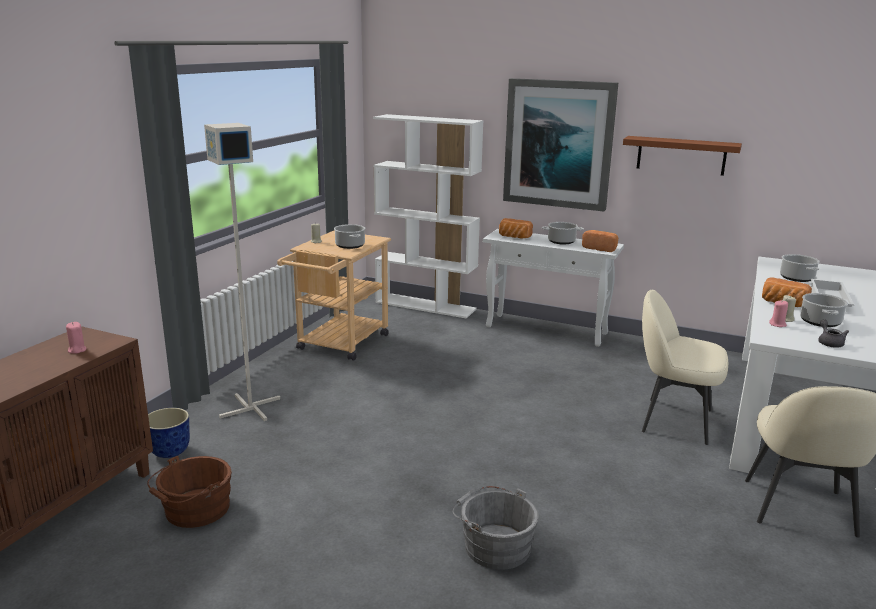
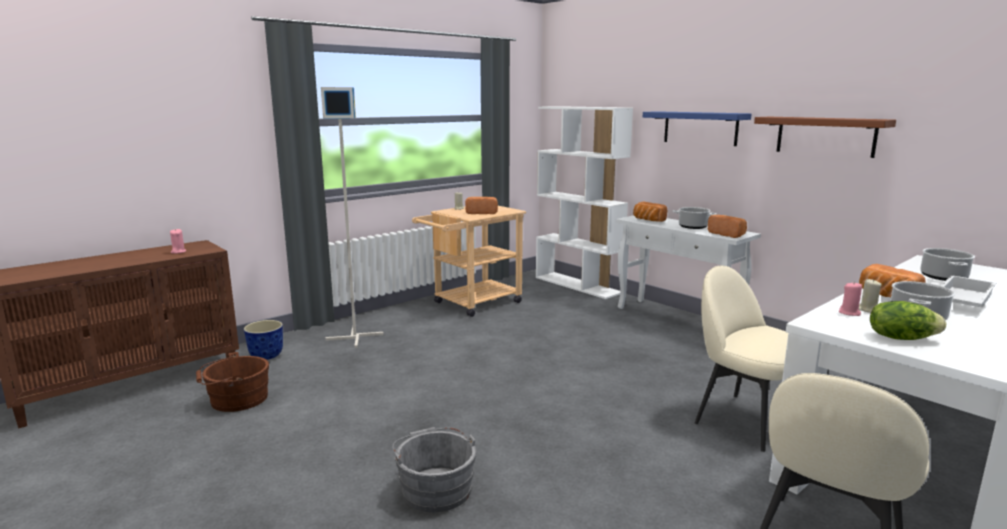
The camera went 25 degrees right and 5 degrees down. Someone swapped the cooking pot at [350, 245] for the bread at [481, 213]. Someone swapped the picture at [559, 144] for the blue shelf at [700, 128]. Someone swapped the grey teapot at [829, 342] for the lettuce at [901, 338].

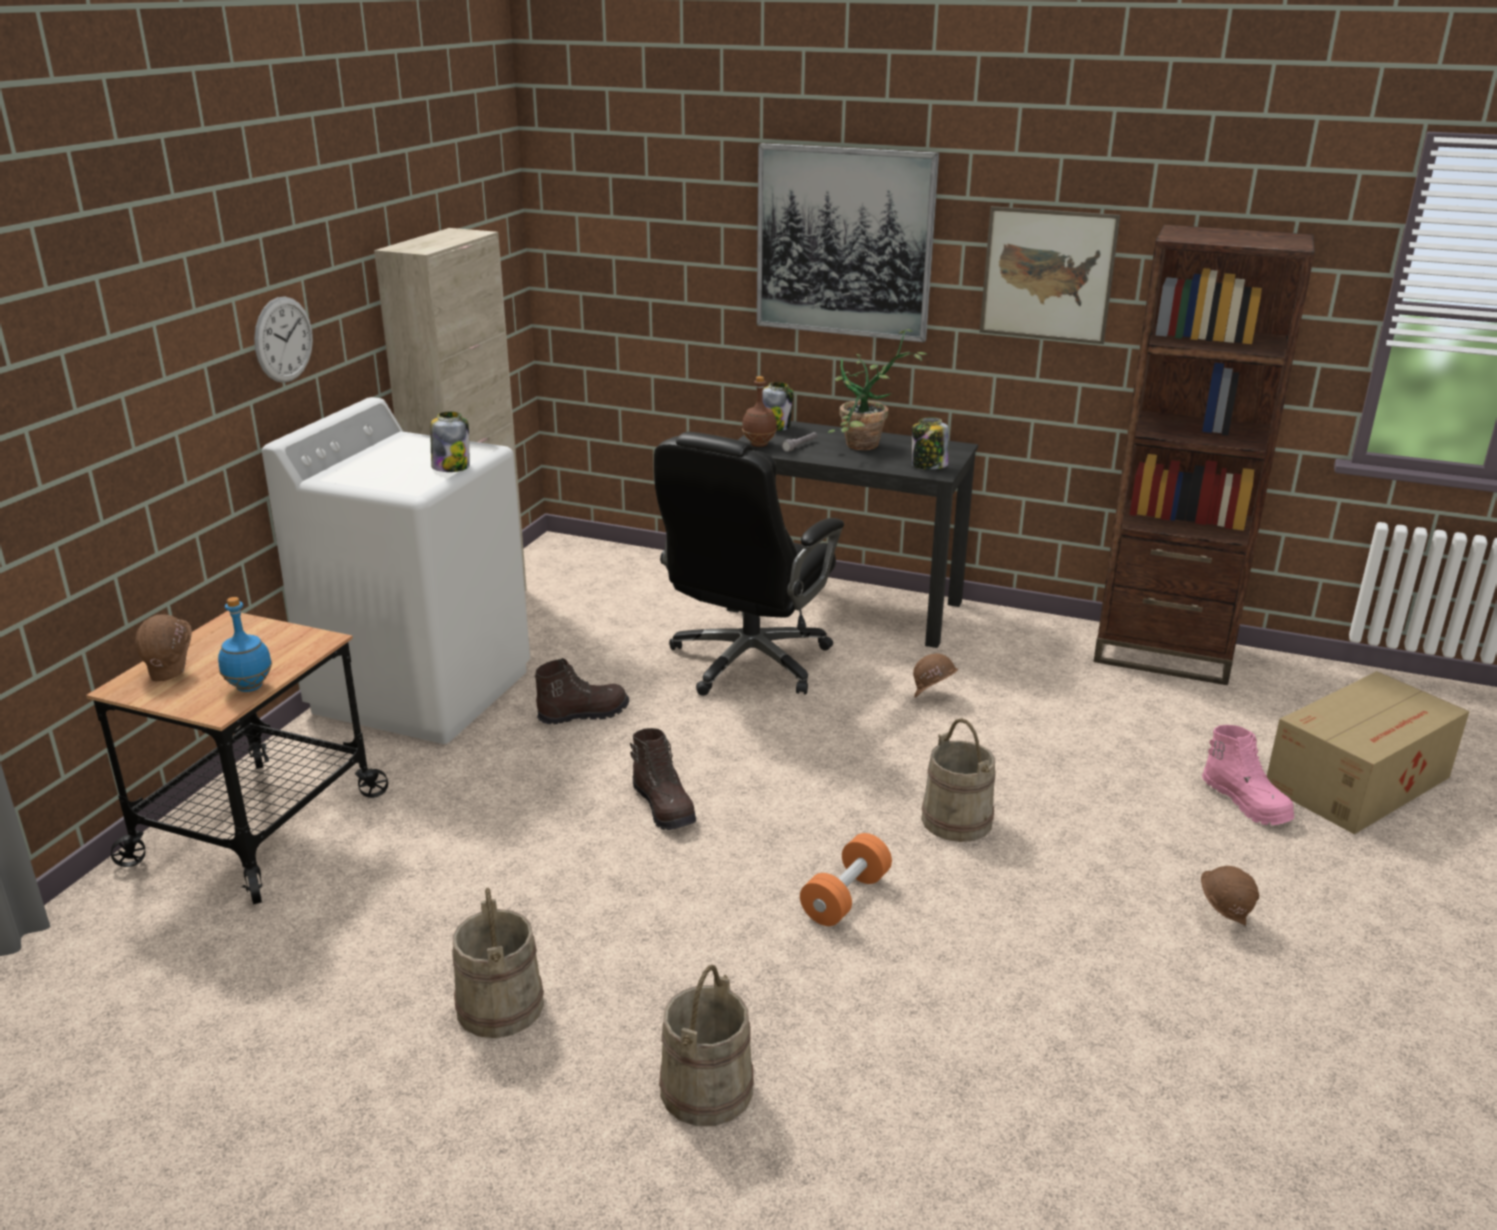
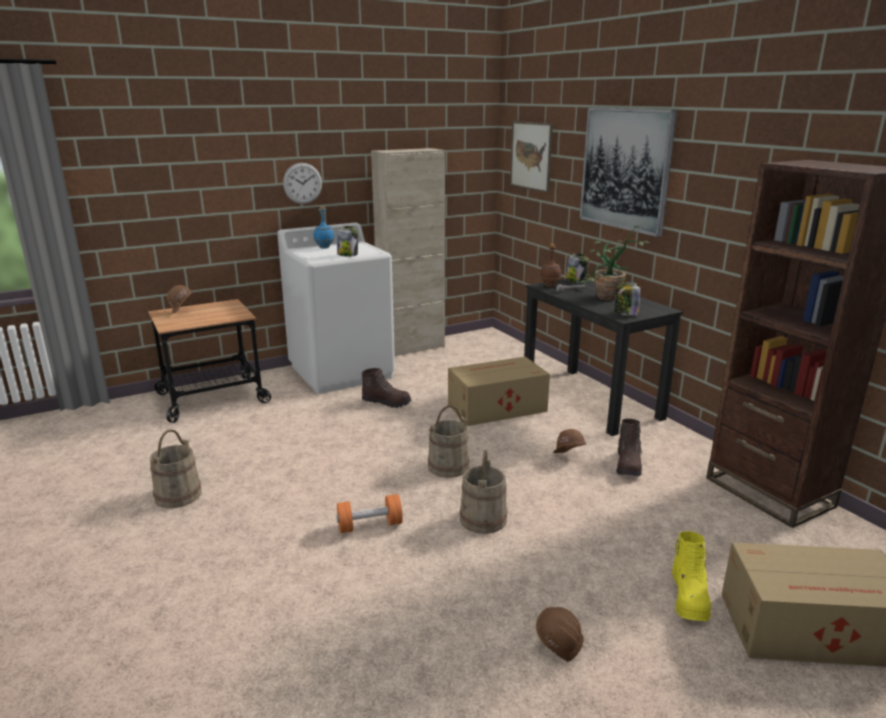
The camera went 40 degrees right and 5 degrees down. Someone carried the blue bottle from [250, 687] to [324, 248]. Someone carried the brown boot from [664, 807] to [628, 465]. Someone carried the beige bucket from [706, 1088] to [448, 466]. Someone carried the picture from [1047, 275] to [531, 156]. Someone swapped the black office chair at [748, 663] for the cardboard box at [495, 408]. Someone repainted the pink boot at [1246, 802], which became the yellow boot at [689, 597].

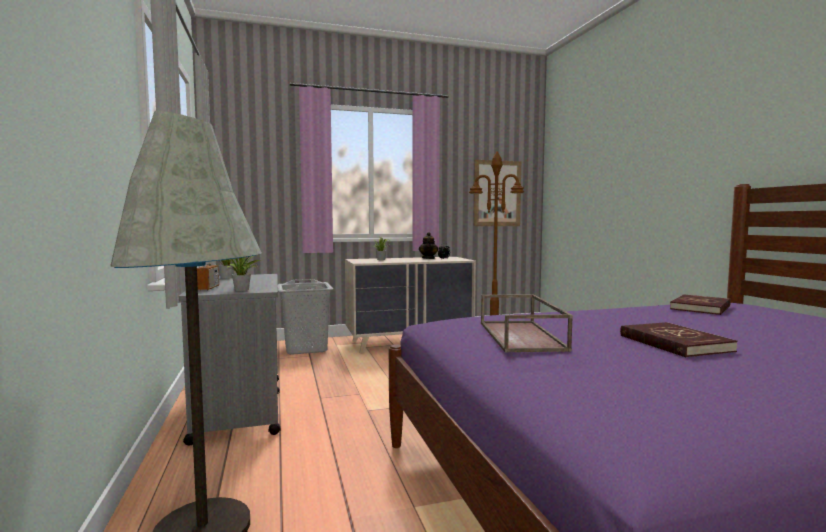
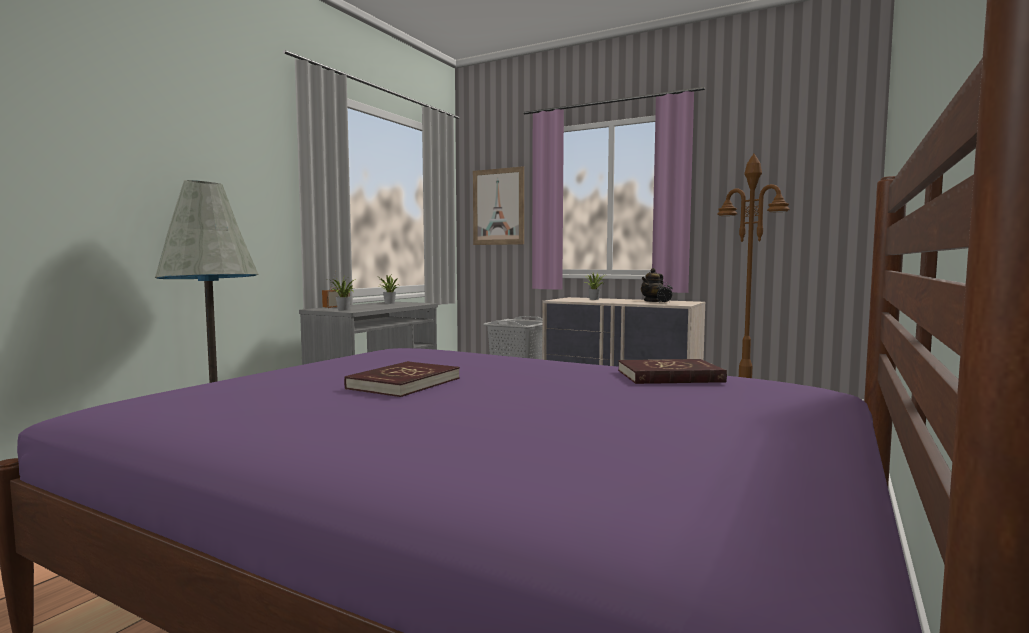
The camera went 45 degrees right and 0 degrees up. Someone took away the brown tray at [522, 336]. Someone carried the picture from [497, 193] to [498, 207].

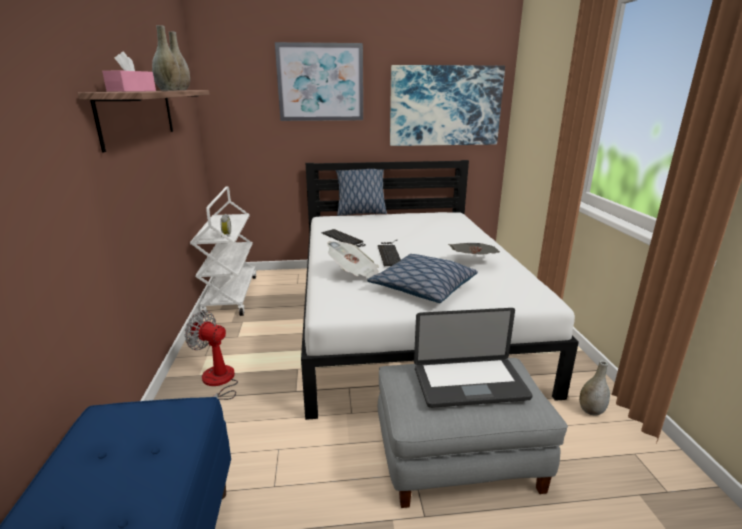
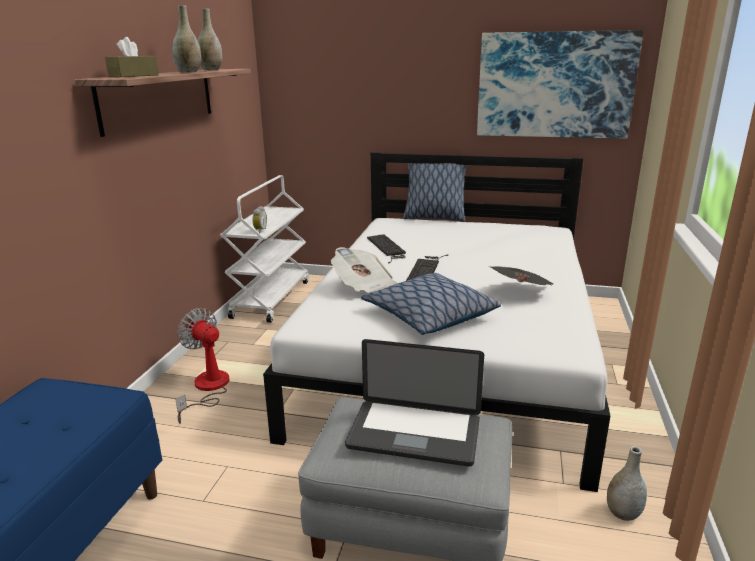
The camera went 20 degrees right and 0 degrees up. Someone took away the picture at [320, 82]. Someone repainted the pink tissue box at [132, 91], which became the brown tissue box at [134, 76].

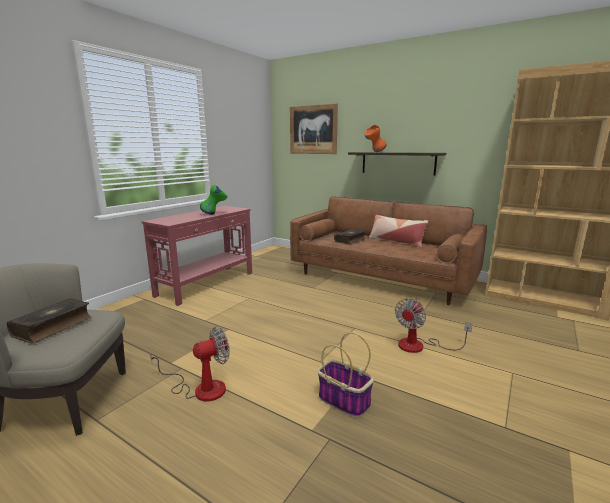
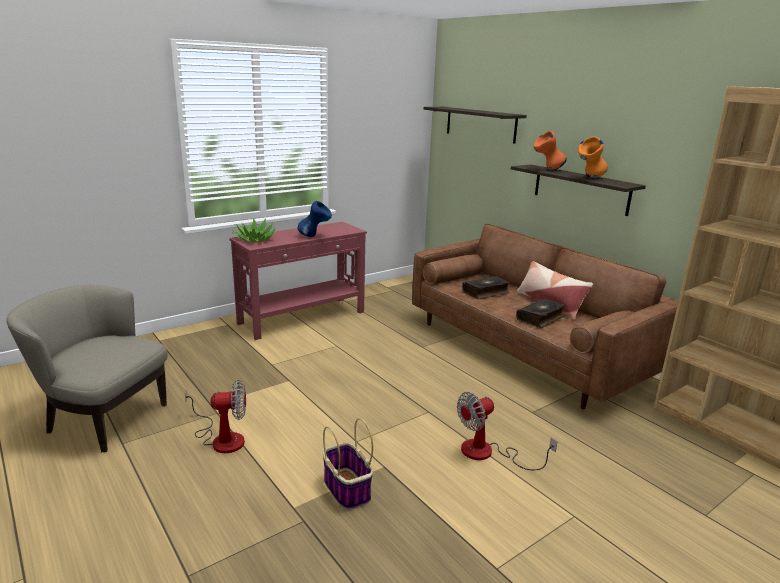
The camera went 20 degrees right and 5 degrees up. Someone put down the potted plant at [255, 239]. Someone put down the orange vase at [589, 178]. Someone carried the book from [53, 327] to [541, 318]. Someone swapped the picture at [313, 130] for the shelf at [480, 124]. Someone repainted the green vase at [215, 214], which became the blue vase at [315, 236].

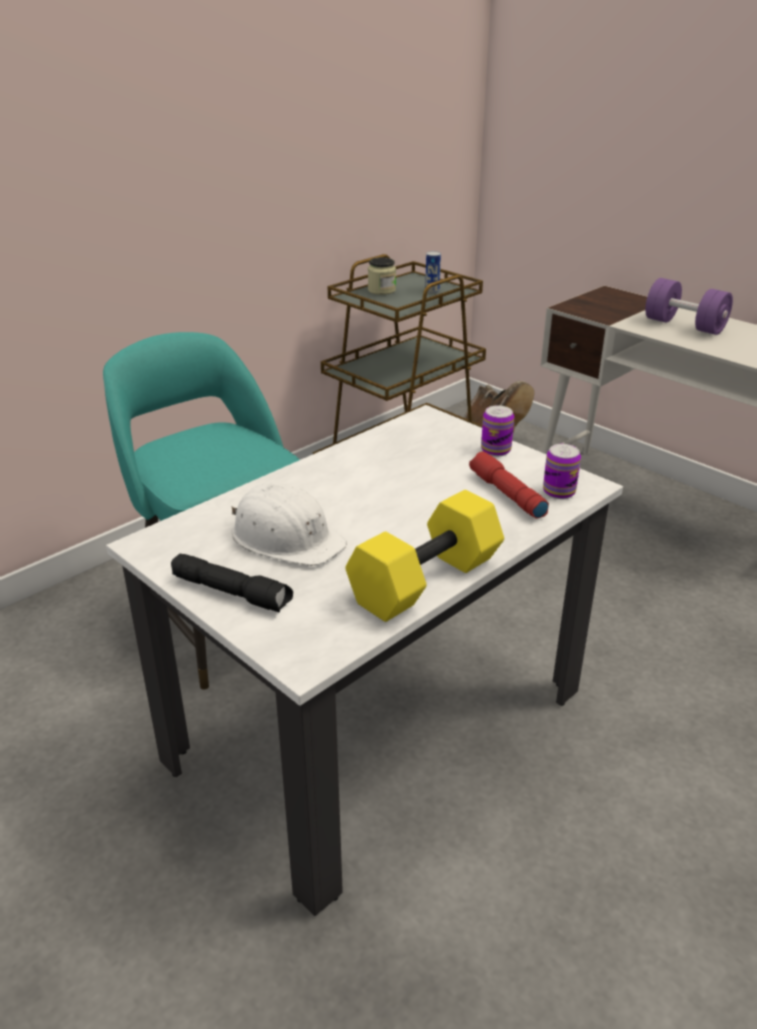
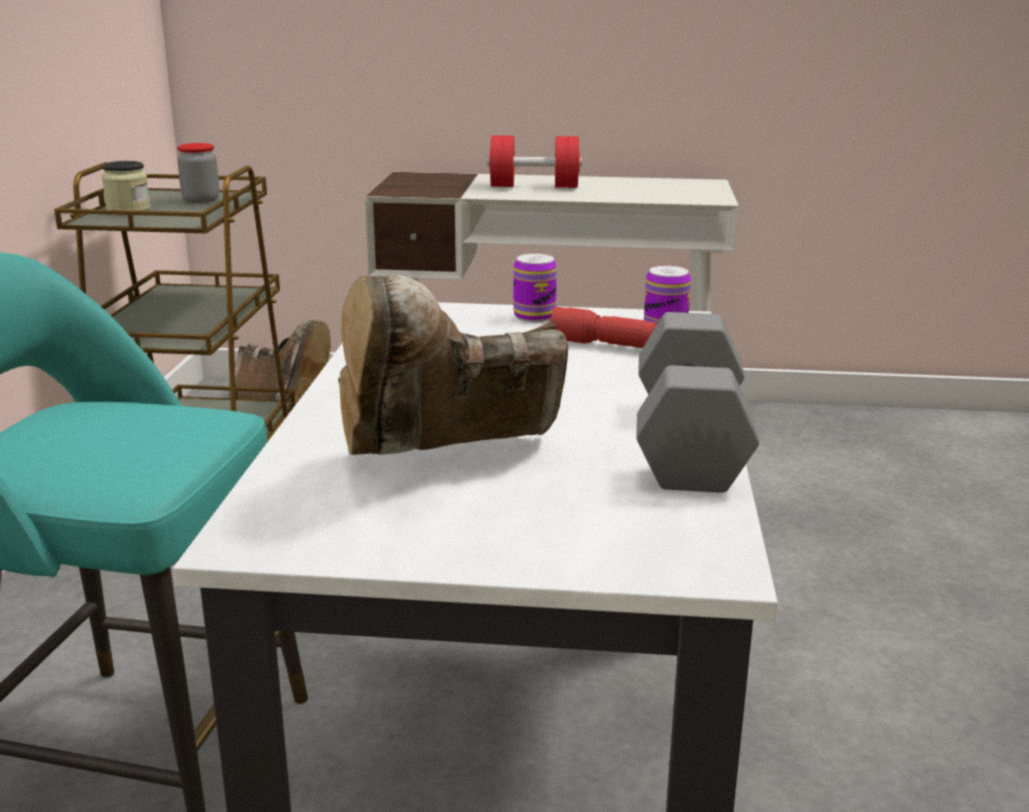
The camera went 40 degrees left and 10 degrees down. Someone took away the black flashlight at [232, 592]. Someone swapped the white hard hat at [286, 537] for the brown boot at [446, 462]. Someone swapped the can at [432, 291] for the jar at [201, 200]. Someone repainted the yellow dumbbell at [426, 582], which became the grey dumbbell at [693, 443]. Someone repainted the purple dumbbell at [684, 325], which became the red dumbbell at [534, 186].

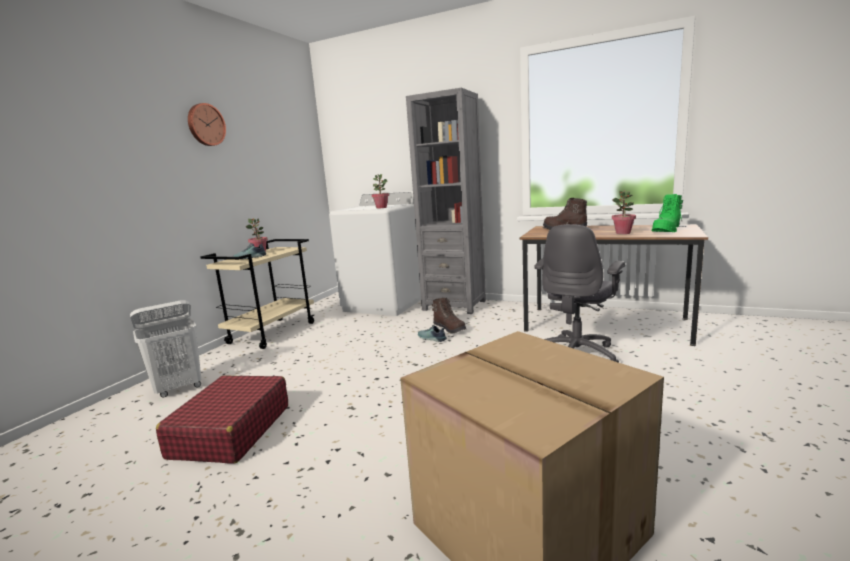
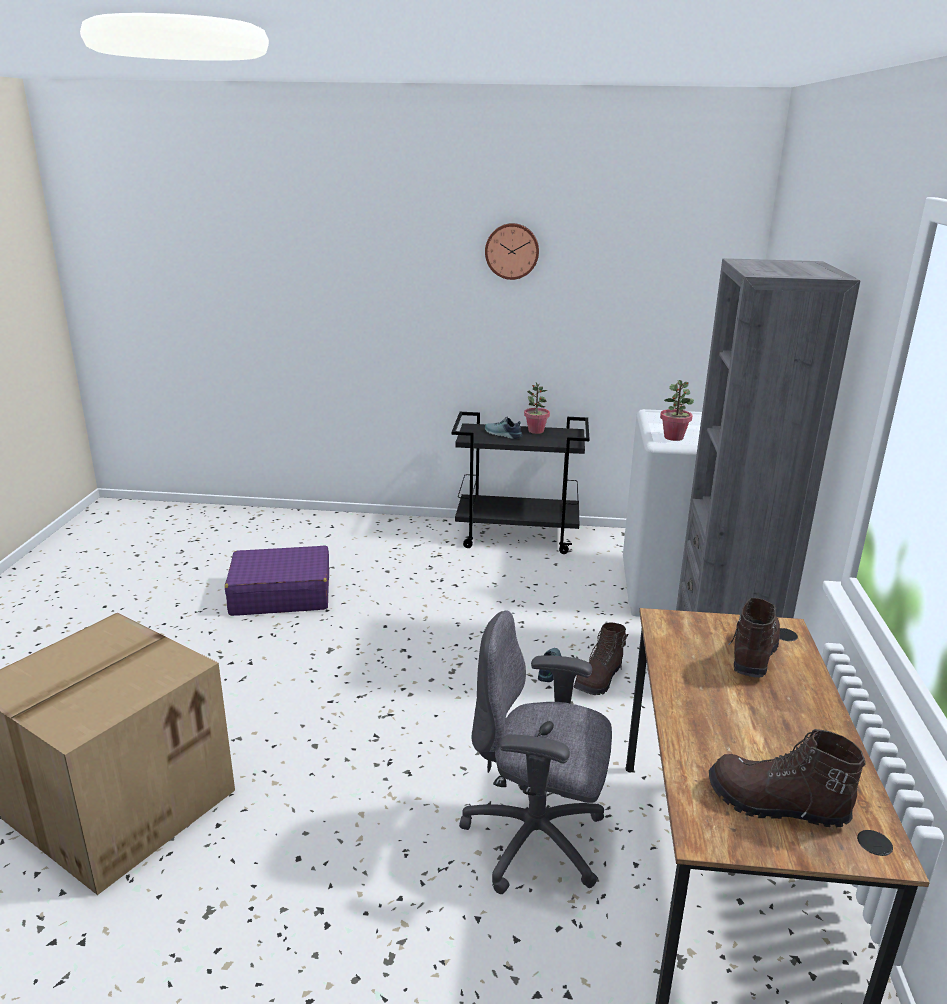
The camera went 70 degrees right and 10 degrees up. Someone took away the white laundry basket at [179, 388]. Someone took away the potted plant at [623, 233]. Someone repainted the red suitcase at [231, 431], which became the purple suitcase at [280, 594]. Someone repainted the beige cart at [272, 332], which became the black cart at [518, 537]. Someone repainted the green boot at [667, 230], which became the brown boot at [776, 805].

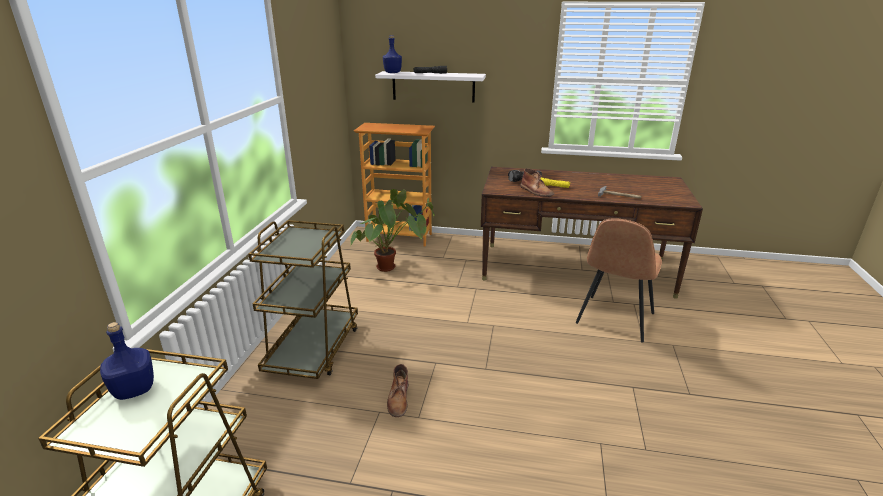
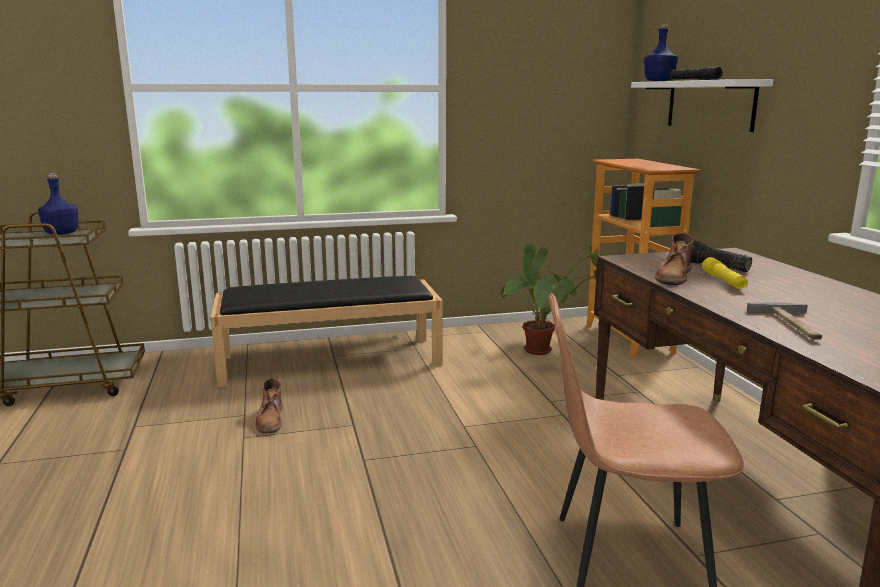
The camera went 65 degrees right and 10 degrees down. Someone swapped the brown cart at [314, 349] for the black bench at [331, 360]. Someone rotated the brown boot at [398, 399] by 75 degrees counterclockwise.

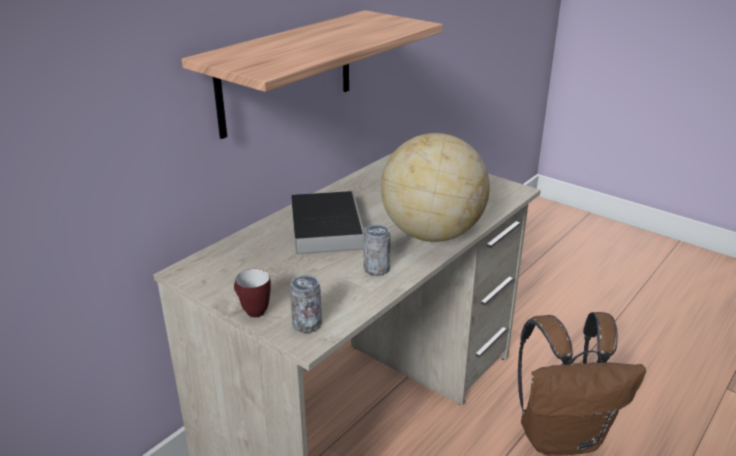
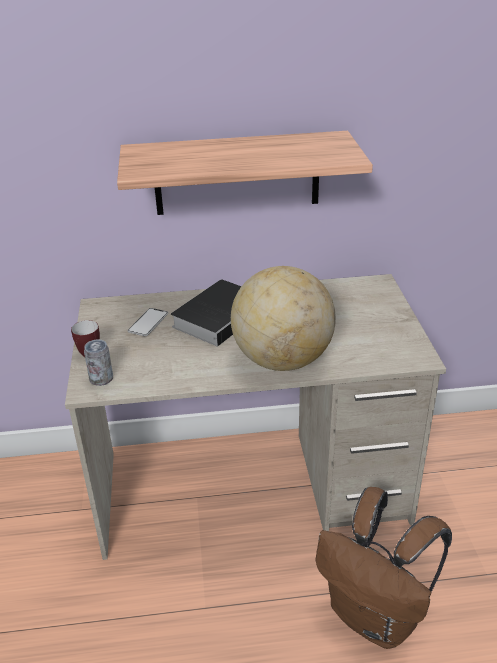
The camera went 45 degrees right and 5 degrees up. Someone took away the can at [376, 269]. Someone put down the phone at [148, 323].

